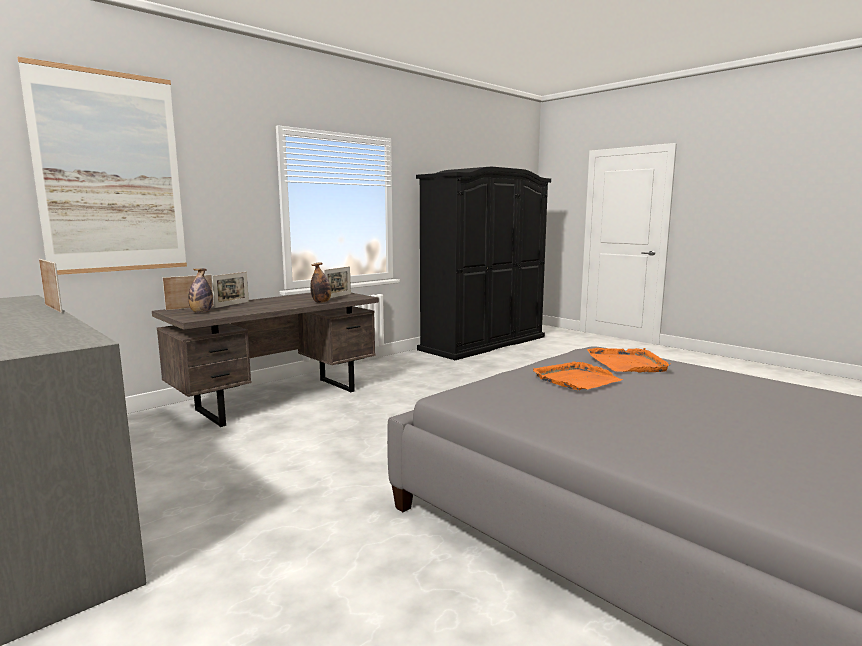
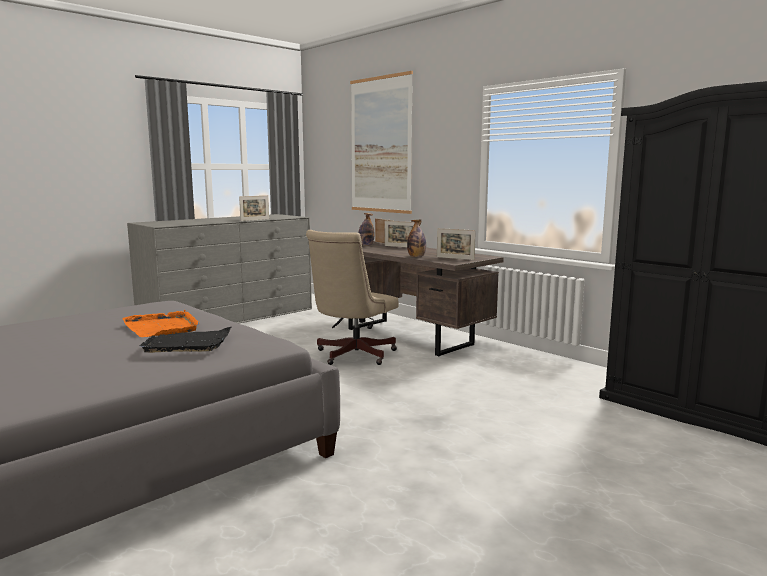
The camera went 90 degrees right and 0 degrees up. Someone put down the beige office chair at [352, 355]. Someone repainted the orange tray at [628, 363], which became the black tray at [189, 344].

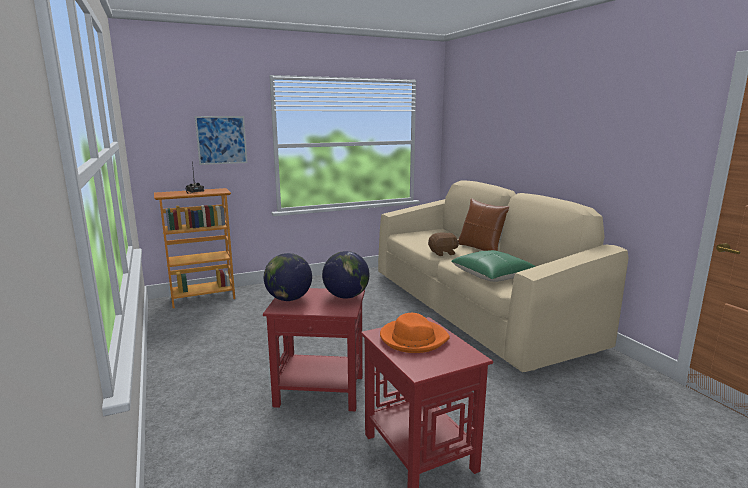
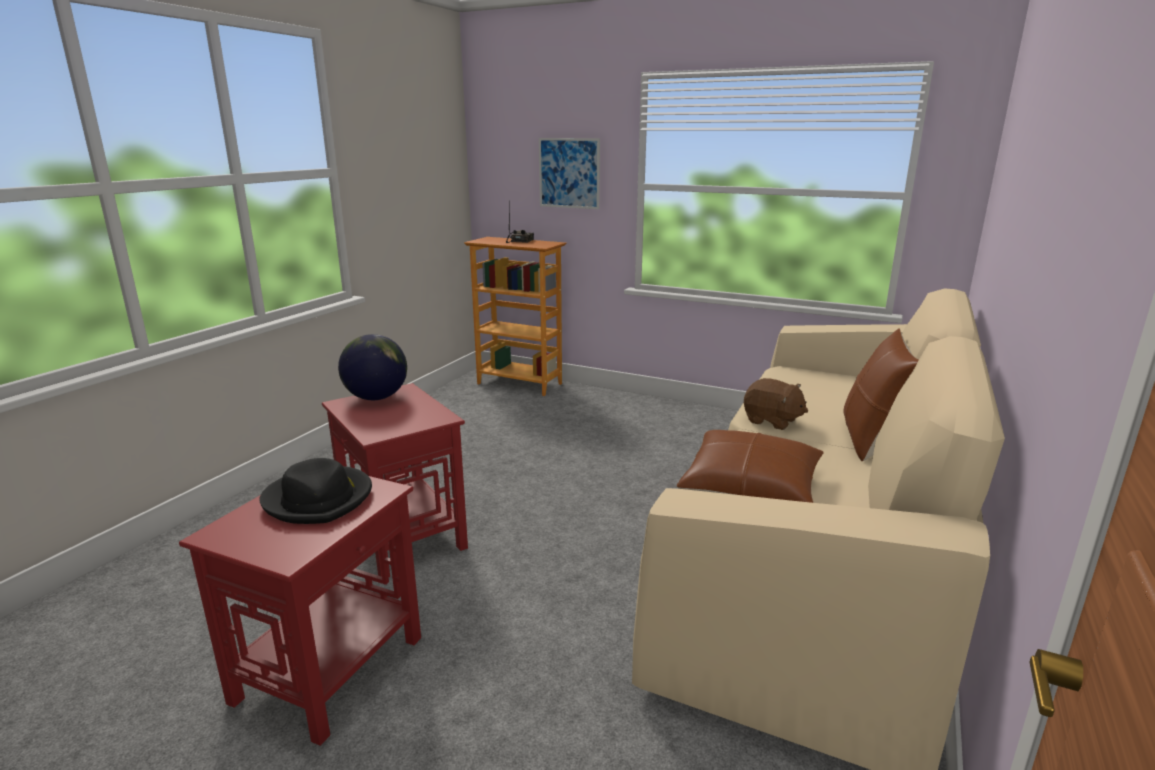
The camera went 50 degrees right and 5 degrees up. Someone took away the globe at [346, 296]. Someone repainted the orange hat at [413, 338], which became the black hat at [319, 499]. Someone repainted the green pillow at [492, 275], which became the brown pillow at [751, 488].

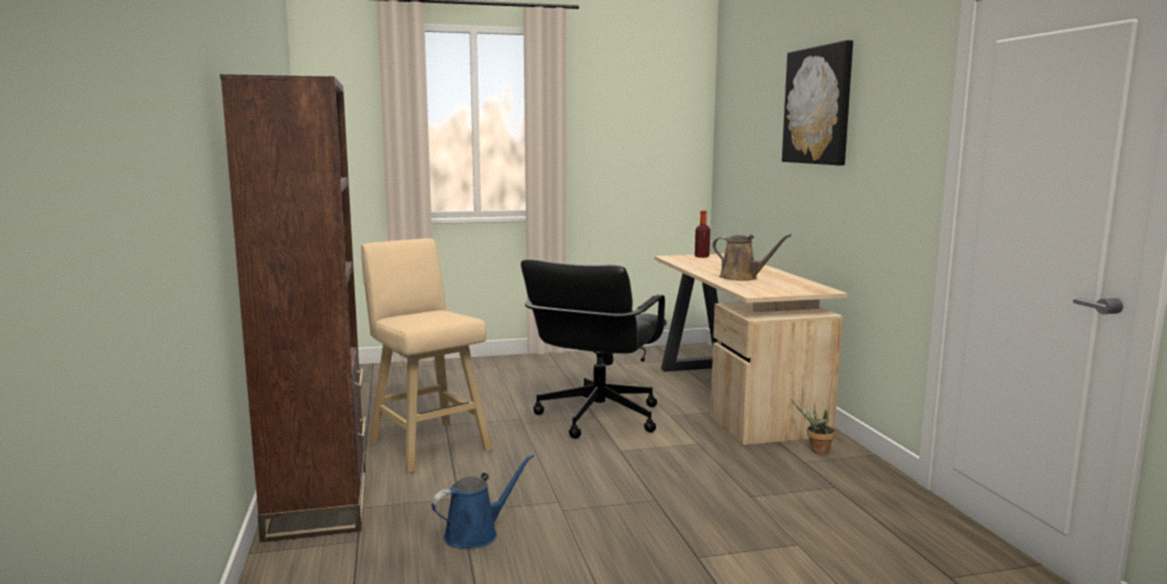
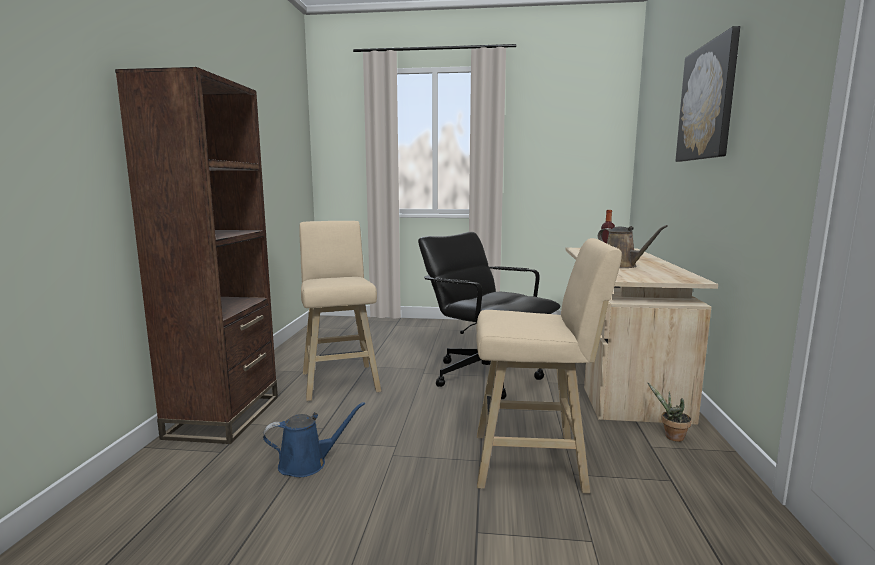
The camera went 20 degrees right and 0 degrees up. Someone put down the beige stool at [534, 463]. Someone rotated the black office chair at [597, 417] by 90 degrees clockwise.

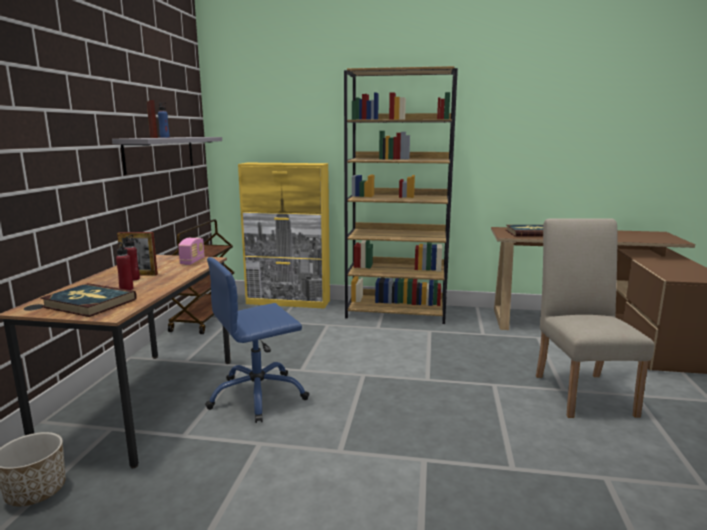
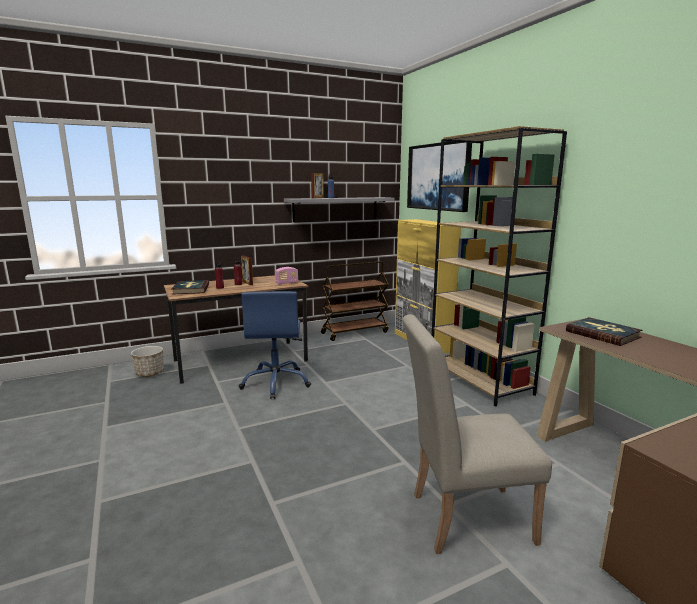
The camera went 55 degrees right and 0 degrees up. Someone put up the picture at [438, 177]. Someone rotated the blue office chair at [258, 396] by 120 degrees counterclockwise. Someone rotated the beige chair at [581, 390] by 150 degrees counterclockwise.

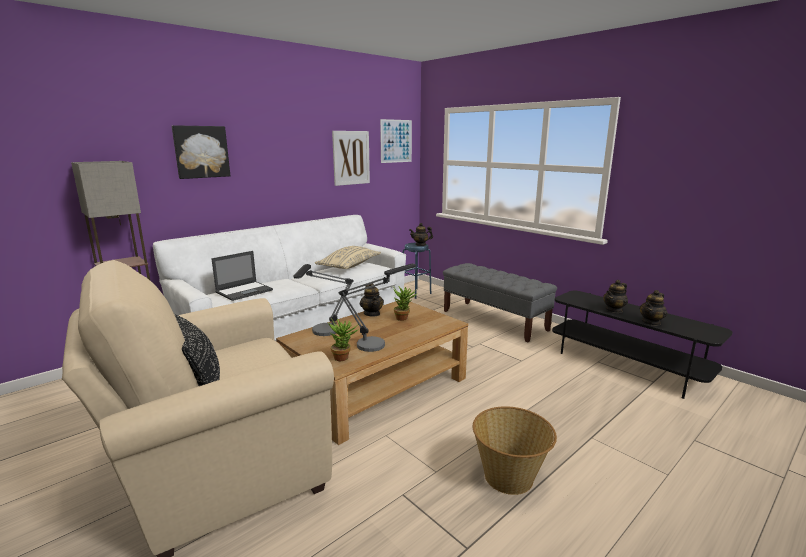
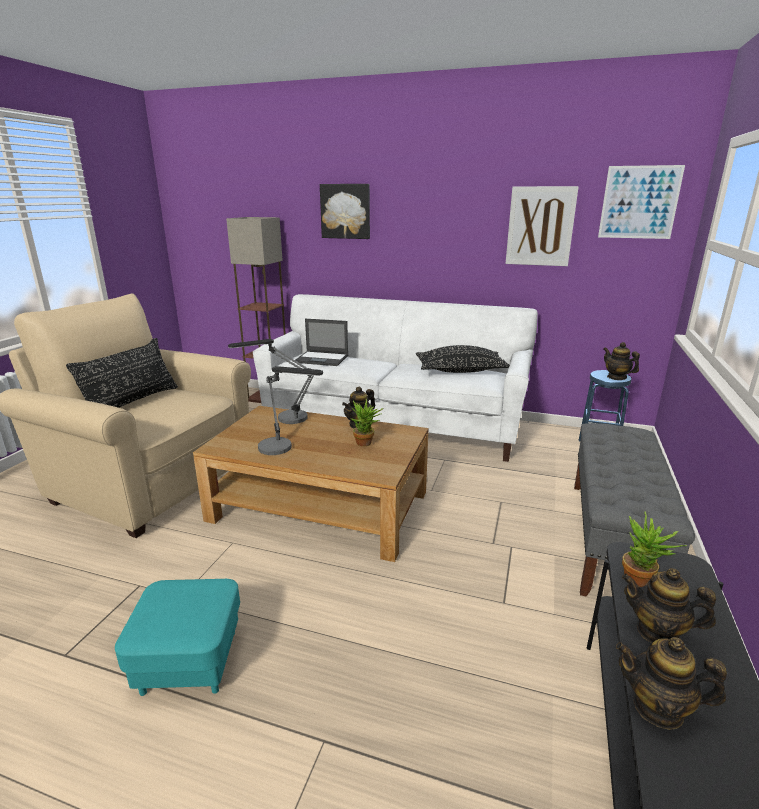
The camera went 60 degrees right and 5 degrees up. Someone carried the potted plant from [344, 357] to [642, 581]. Someone swapped the basket at [509, 477] for the turquoise ottoman at [189, 661]. Someone repainted the beige pillow at [349, 266], which became the black pillow at [460, 371].

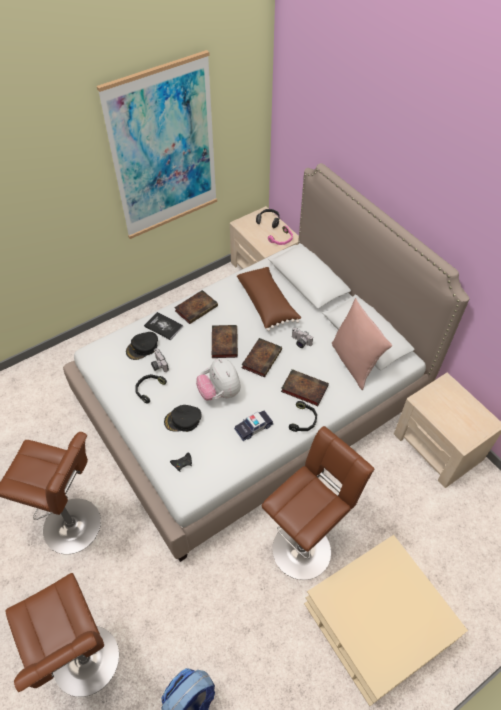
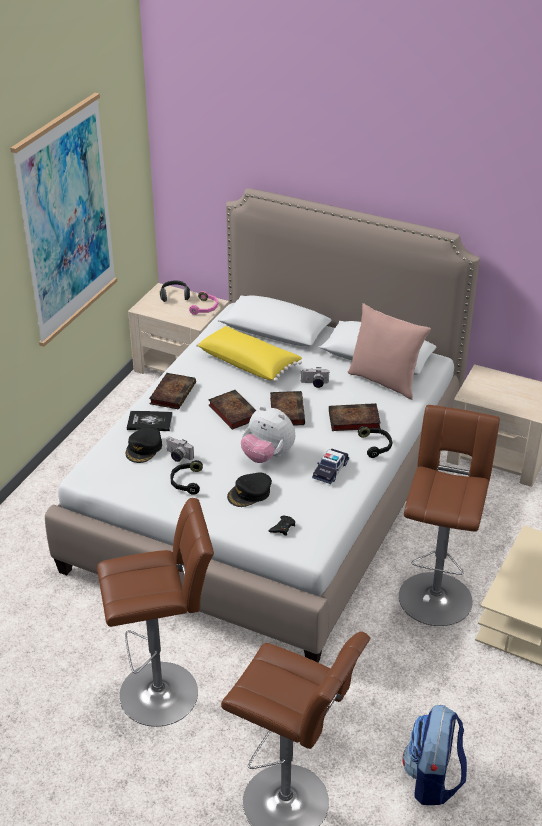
The camera went 30 degrees left and 15 degrees down. Someone repainted the brown pillow at [267, 303], which became the yellow pillow at [249, 363].

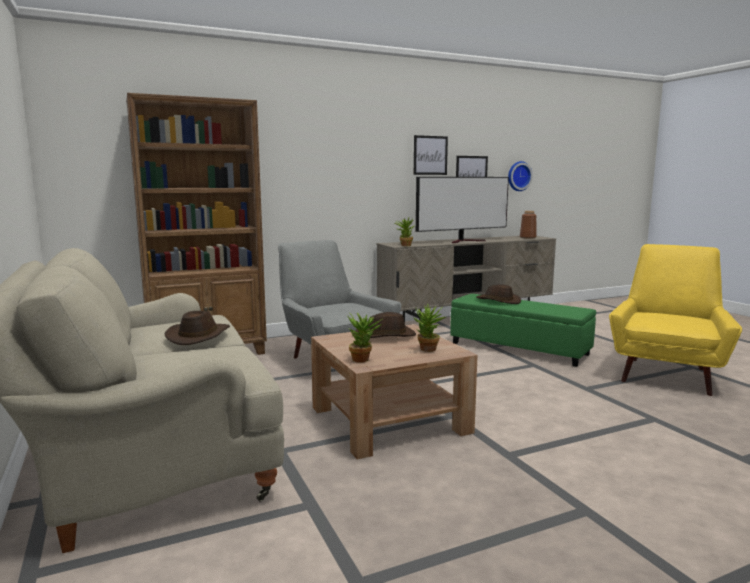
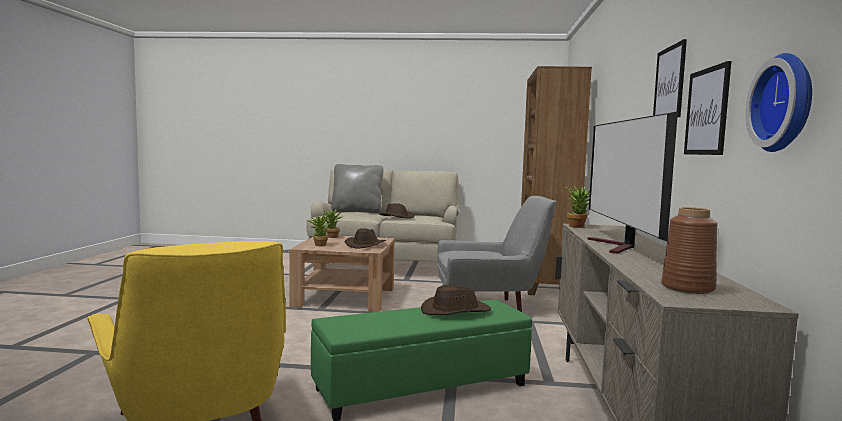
The camera went 120 degrees right and 5 degrees down. Someone put down the grey pillow at [357, 211].

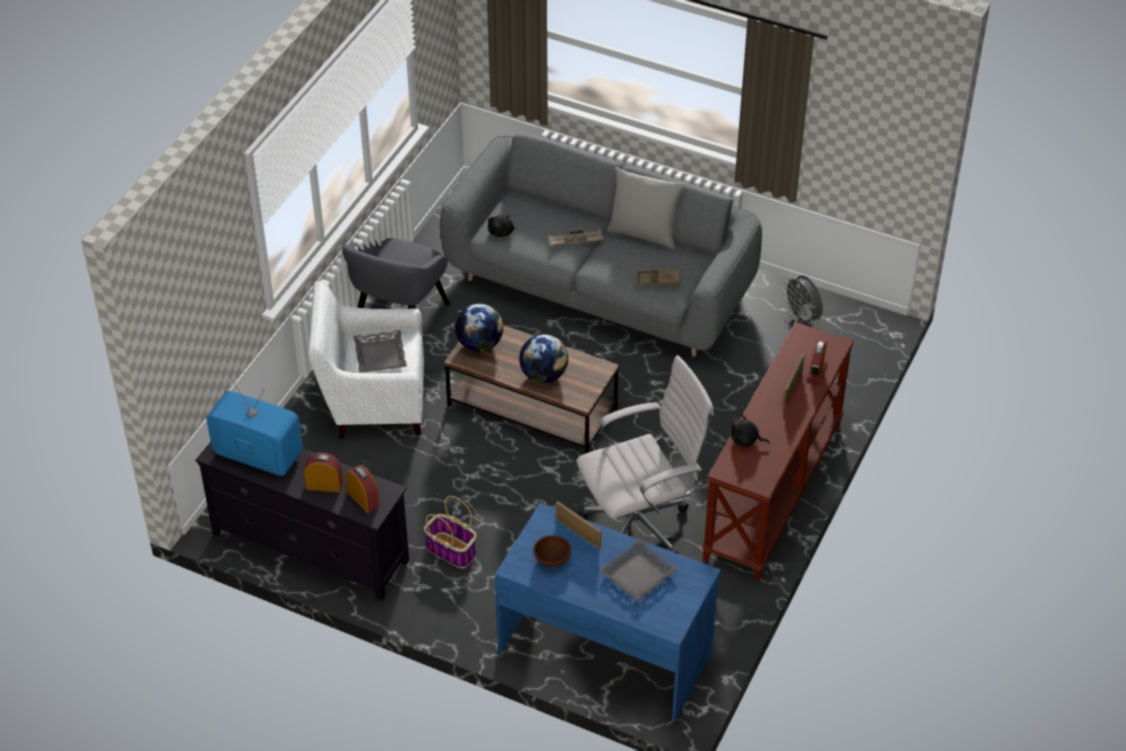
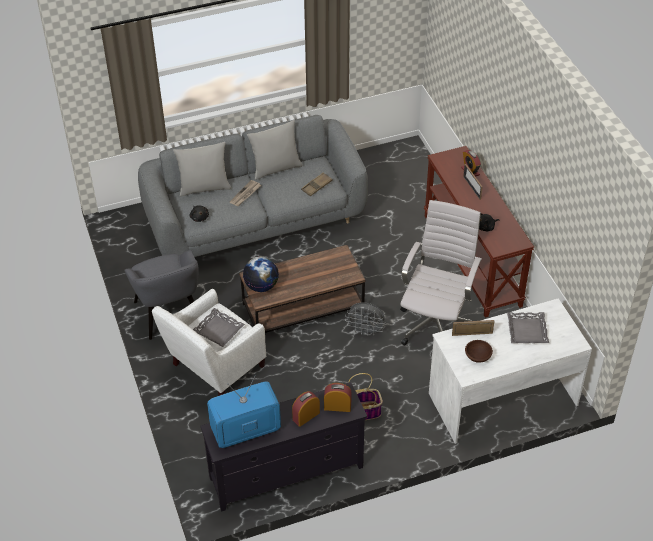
The camera went 45 degrees left and 0 degrees up. Someone took away the globe at [544, 375]. Someone put down the grey pillow at [204, 187]. Someone carried the grey fan from [802, 318] to [365, 330]. Someone repainted the blue desk at [605, 650], which became the white desk at [502, 398].

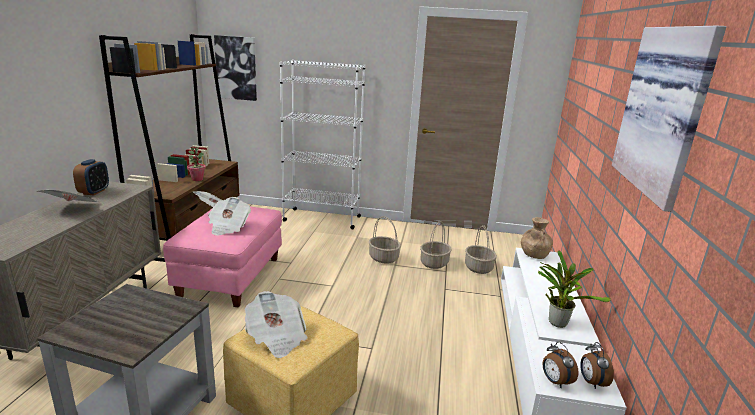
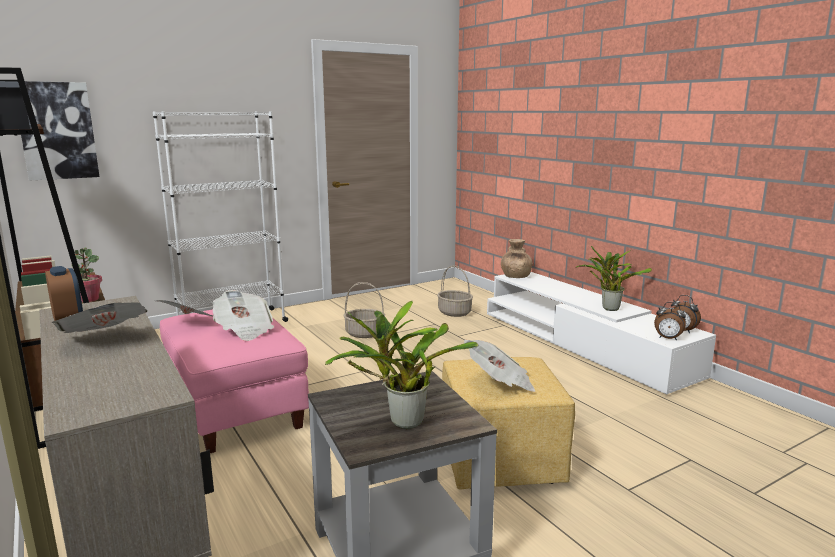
The camera went 40 degrees left and 5 degrees down. Someone took away the basket at [434, 263]. Someone took away the picture at [667, 111]. Someone put down the potted plant at [401, 422].

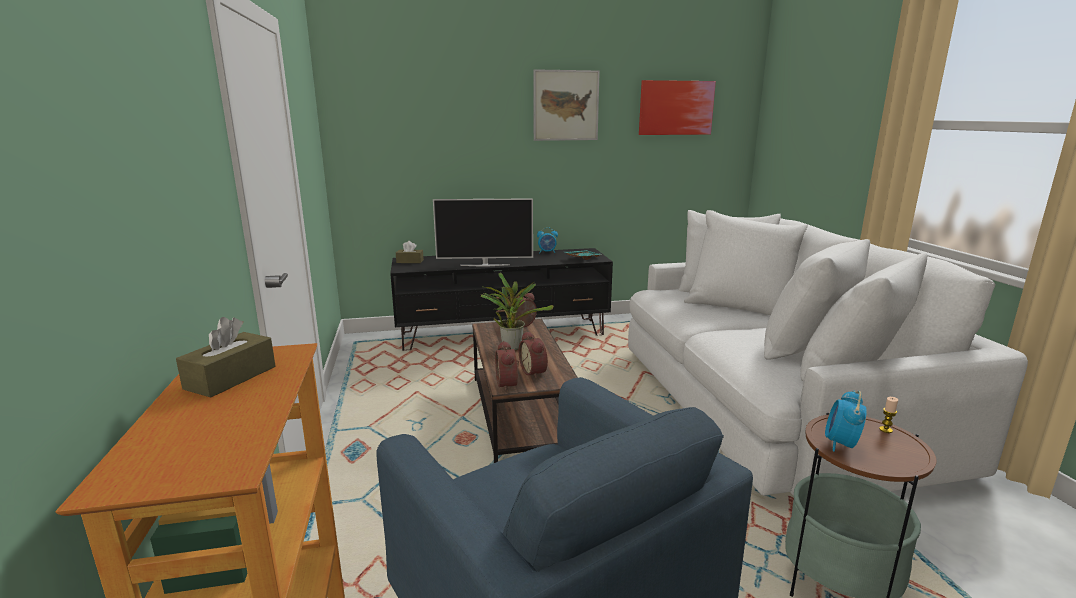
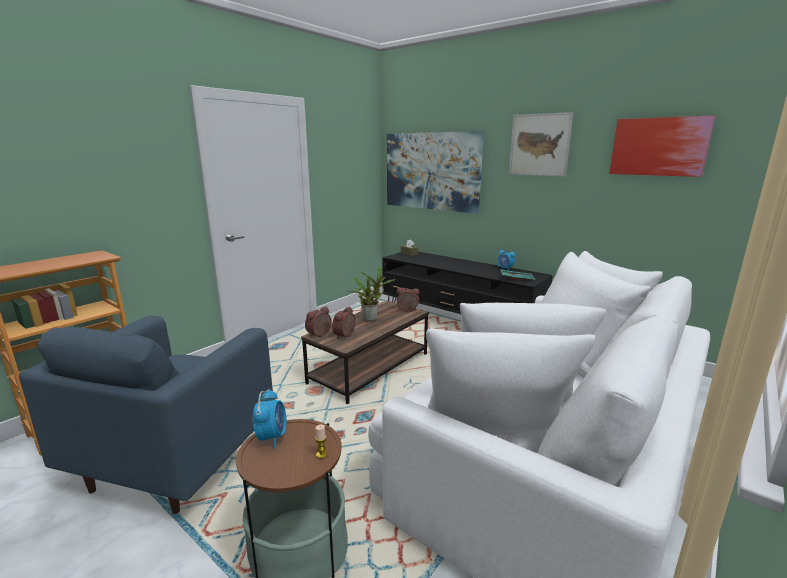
The camera went 50 degrees right and 0 degrees up. Someone took away the brown tissue box at [231, 377]. Someone took away the television at [485, 265]. Someone put up the picture at [431, 171]. Someone rotated the alarm clock at [840, 444] by 105 degrees clockwise.

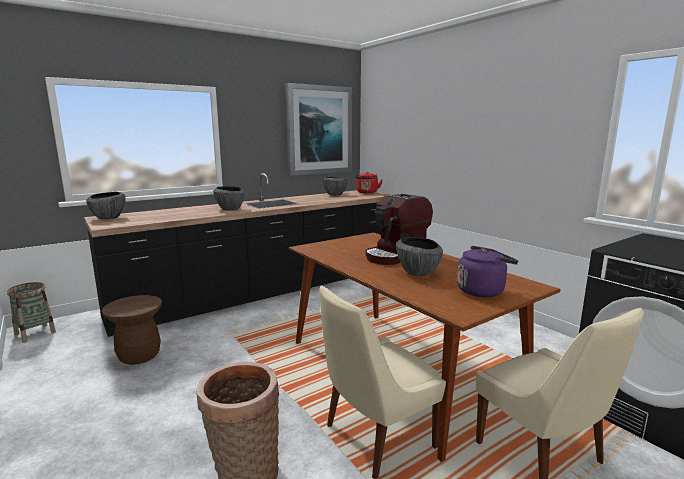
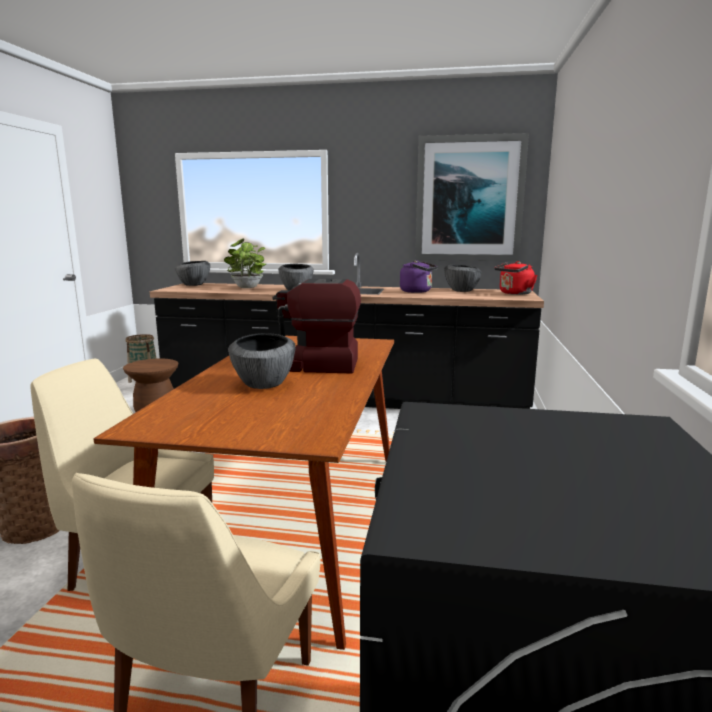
The camera went 45 degrees right and 0 degrees up. Someone put down the potted plant at [247, 287]. Someone carried the purple kettle from [482, 291] to [418, 291].

